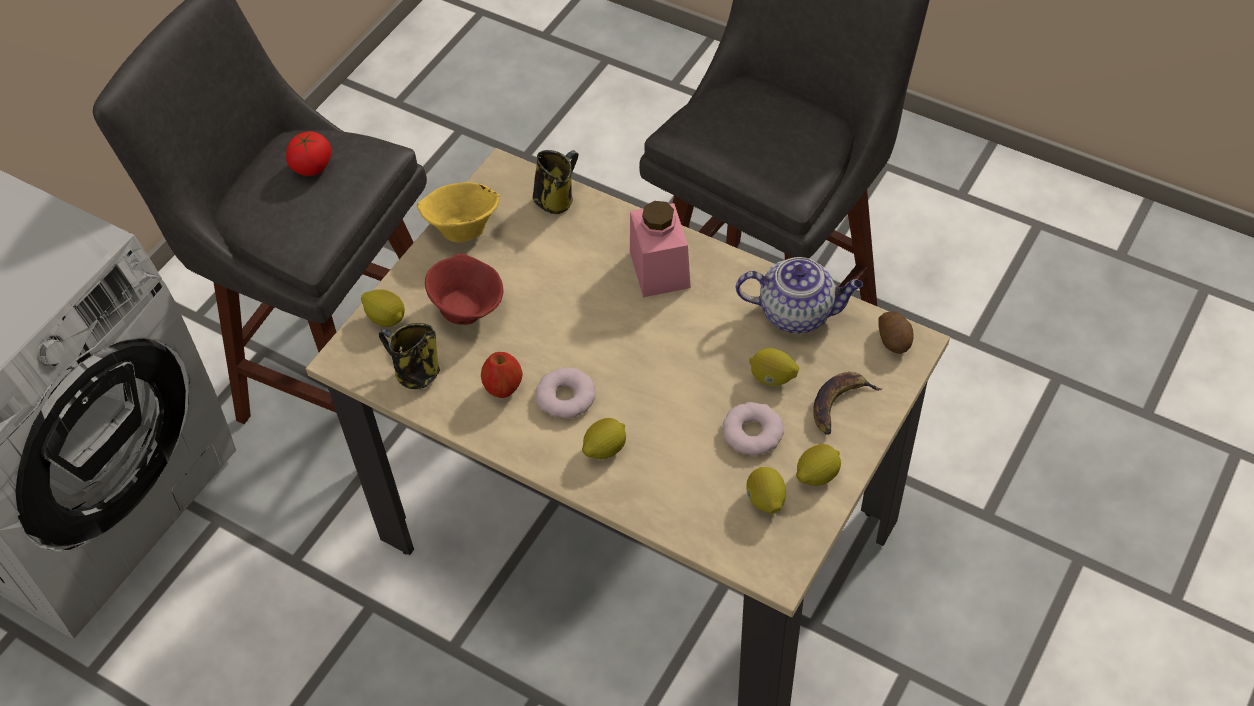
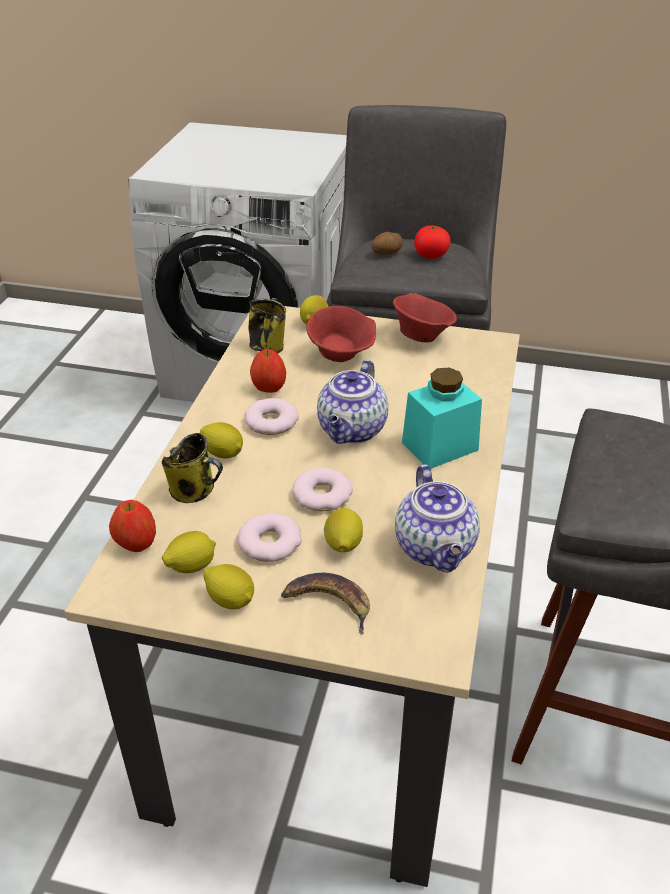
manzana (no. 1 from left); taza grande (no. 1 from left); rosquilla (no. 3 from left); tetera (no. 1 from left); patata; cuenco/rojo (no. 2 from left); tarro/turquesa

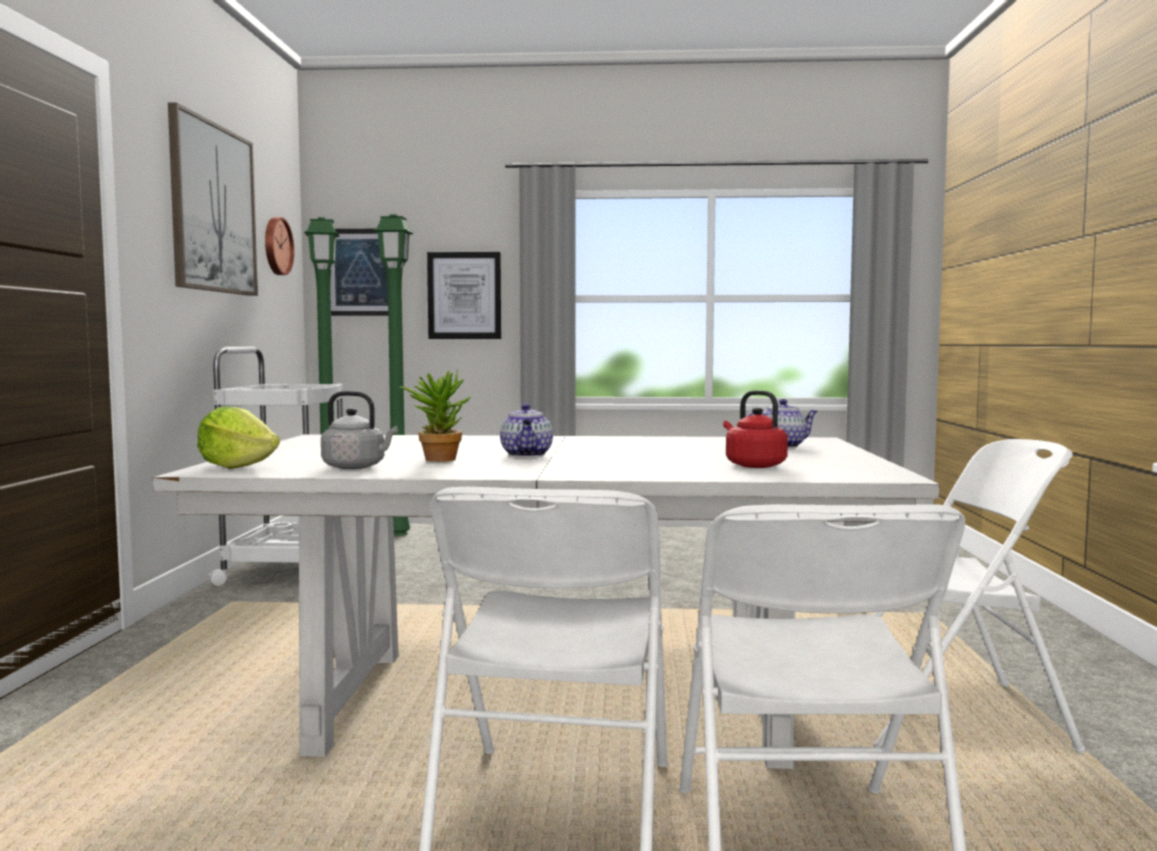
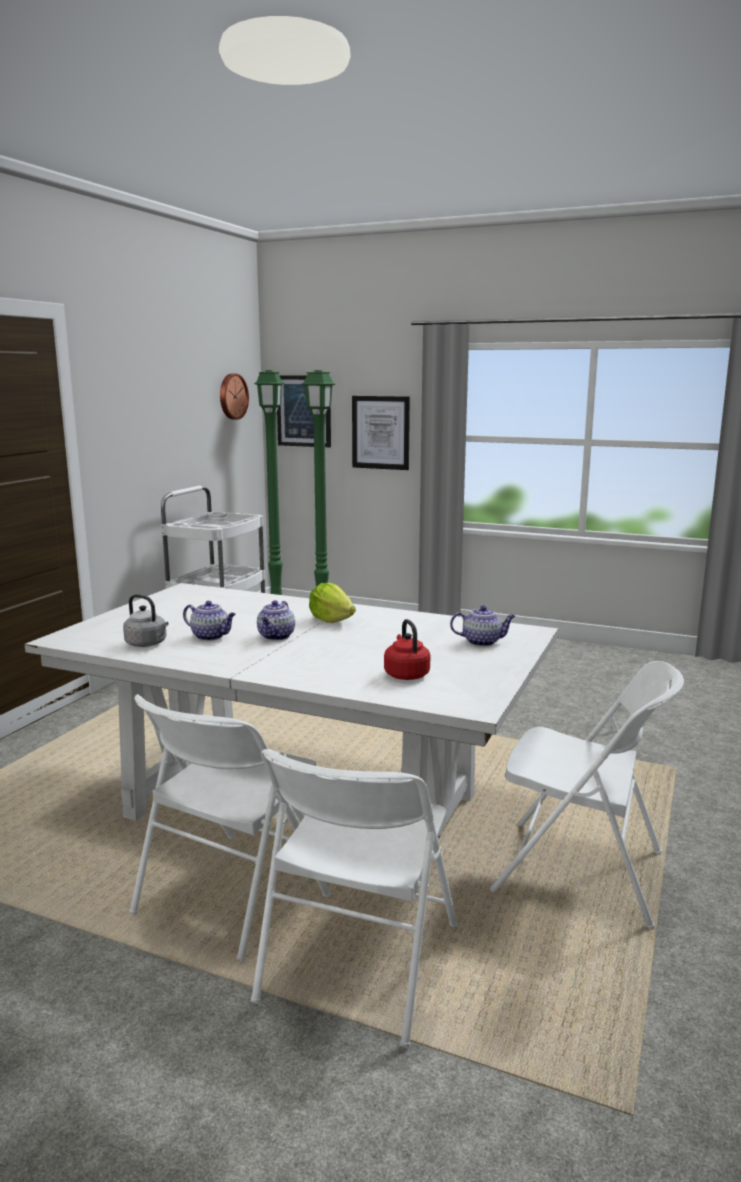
tetera (no. 1 from left); lechuga; cuadro (no. 1 from left in the first image)

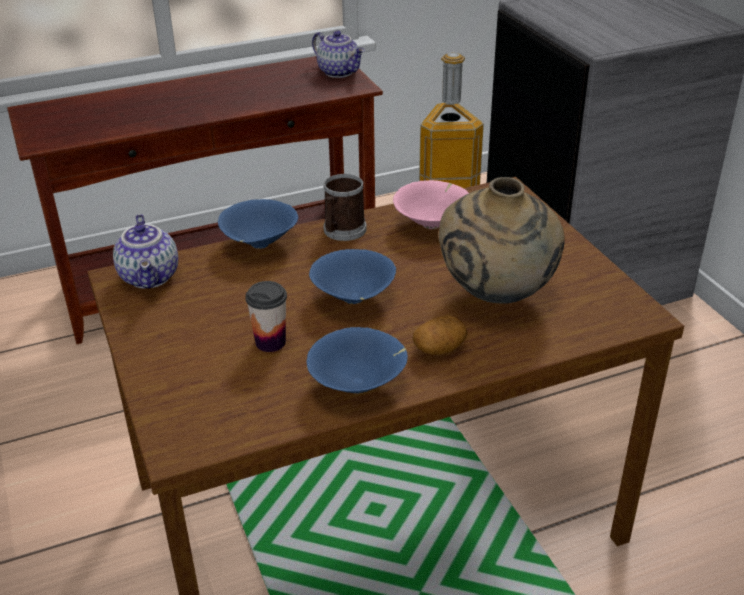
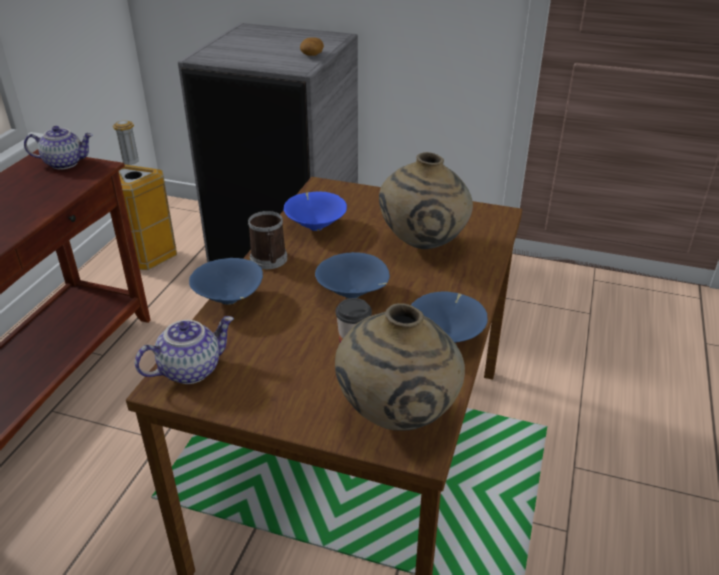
tetera (no. 2 from left); cuenco/azul (no. 2 from left); patata; florero/beis (no. 1 from left)

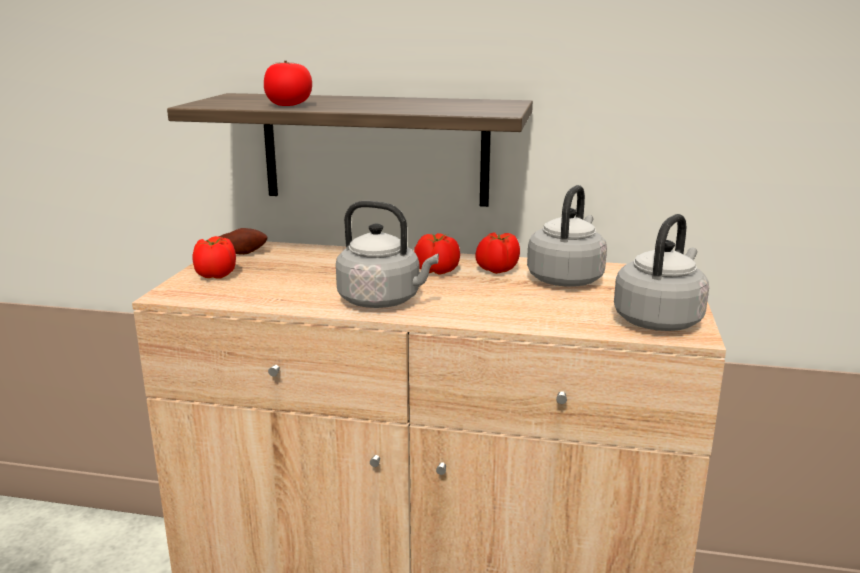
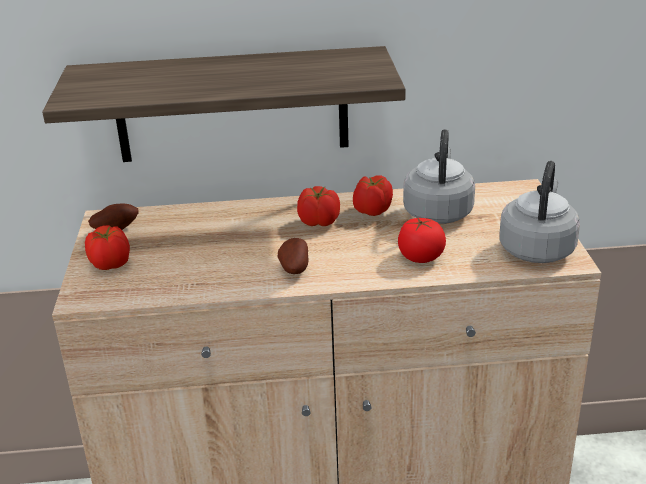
patata (no. 2 from left); tomate (no. 4 from left)

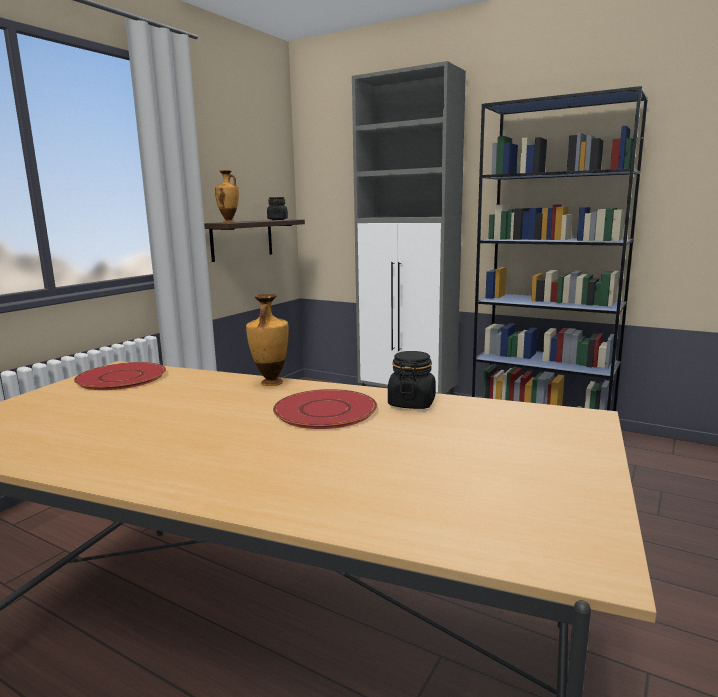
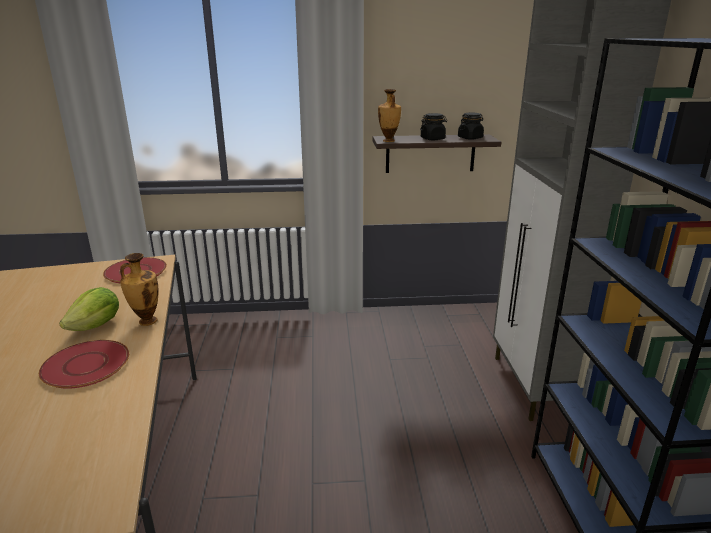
lechuga; tarro/negro (no. 1 from left)

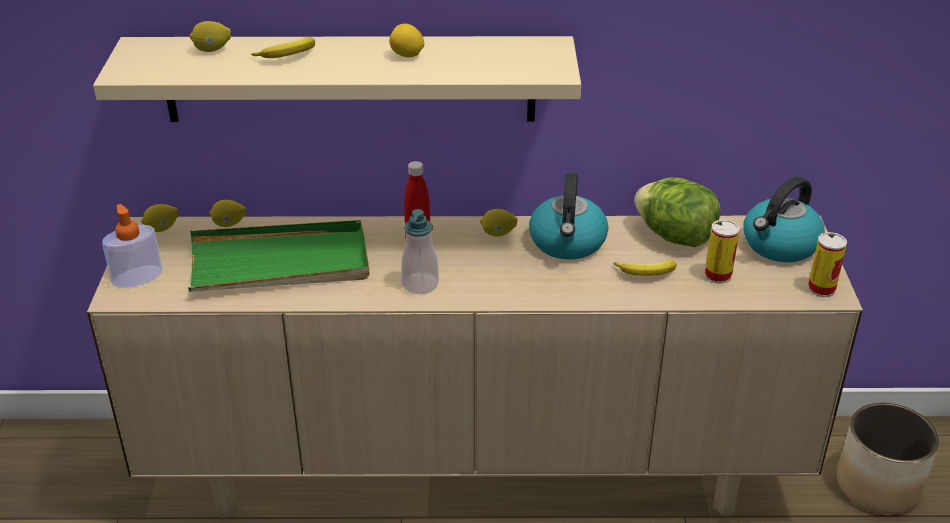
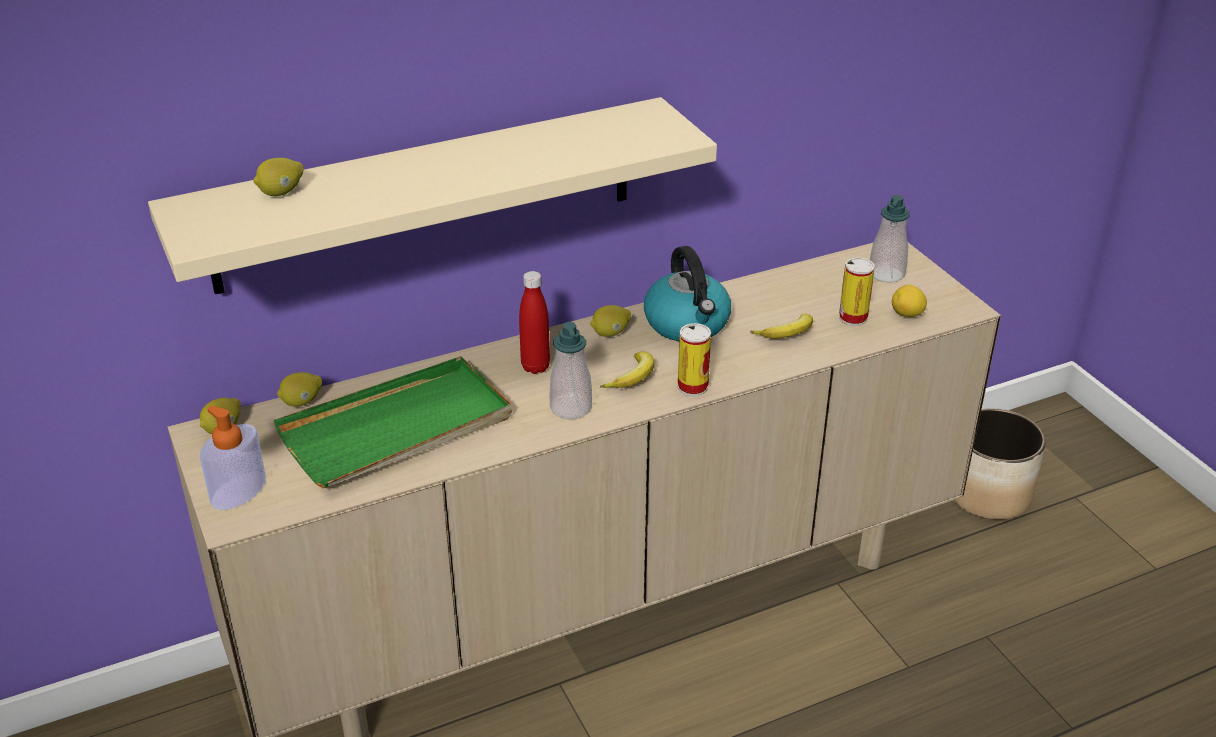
plátano (no. 1 from left); lata (no. 1 from left); dispensador de jabón (no. 3 from left); limón (no. 5 from left); lechuga

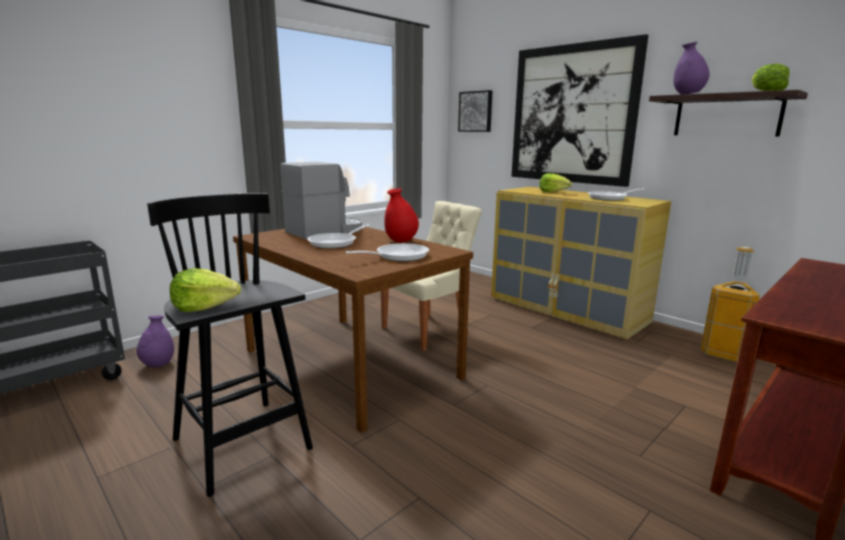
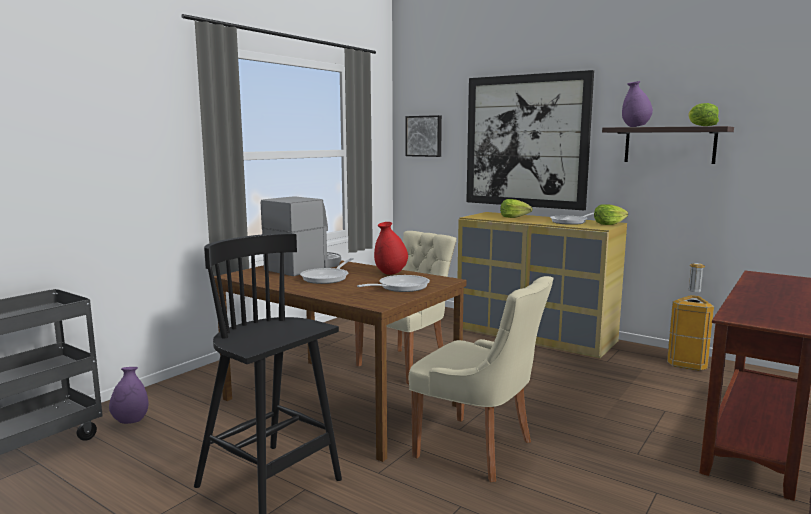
silla/beis (no. 2 from left); lechuga (no. 2 from left)

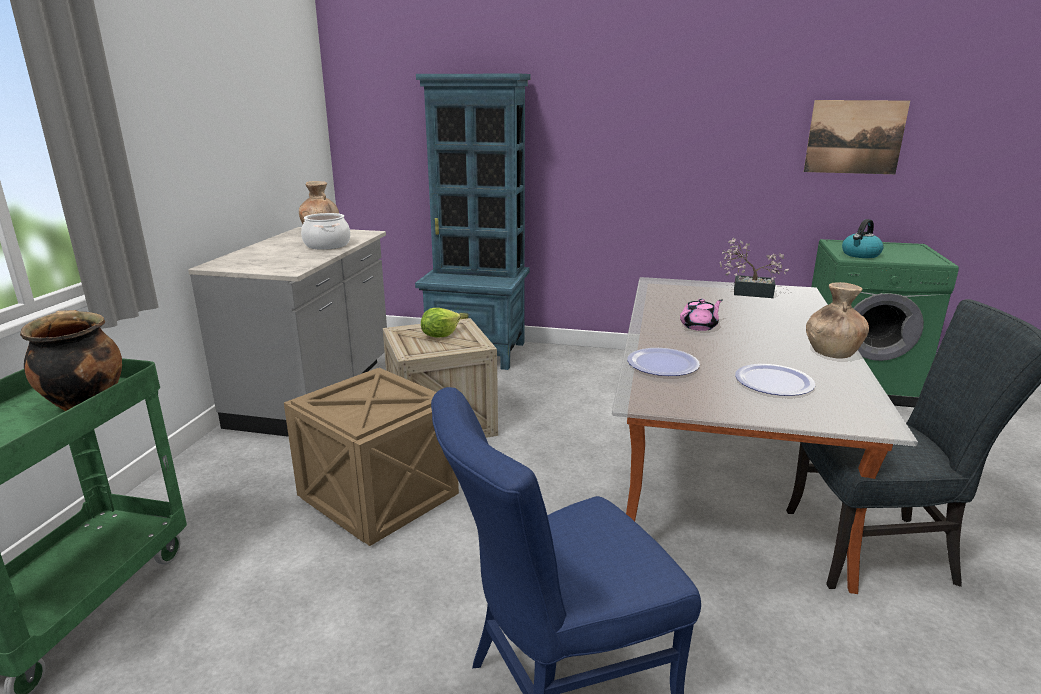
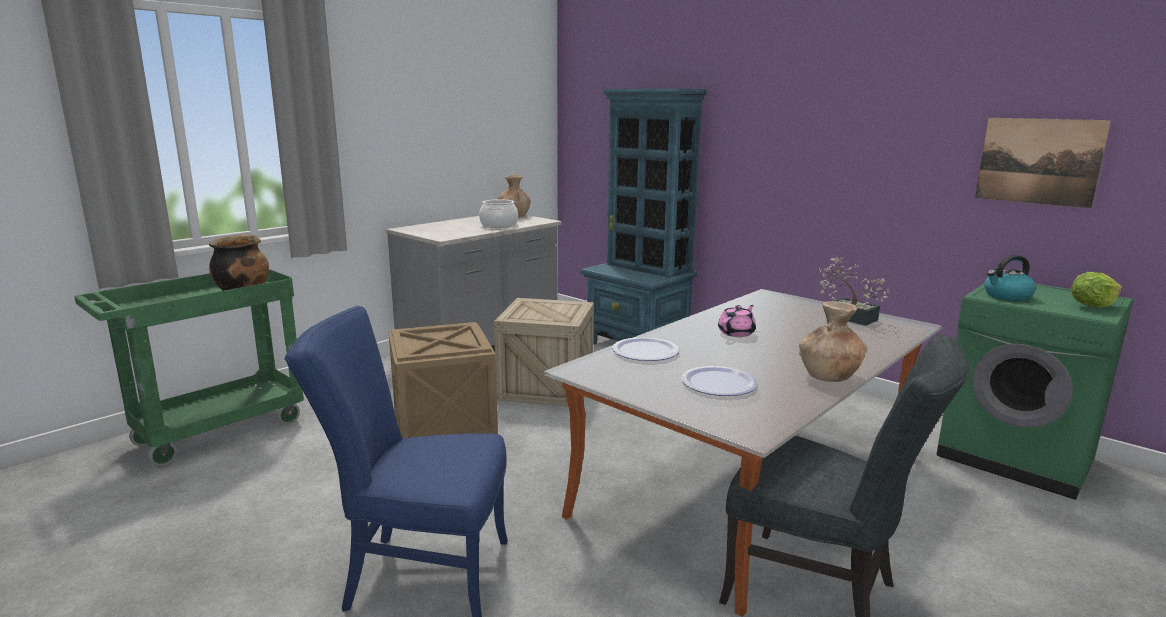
tetera/rosa; lechuga

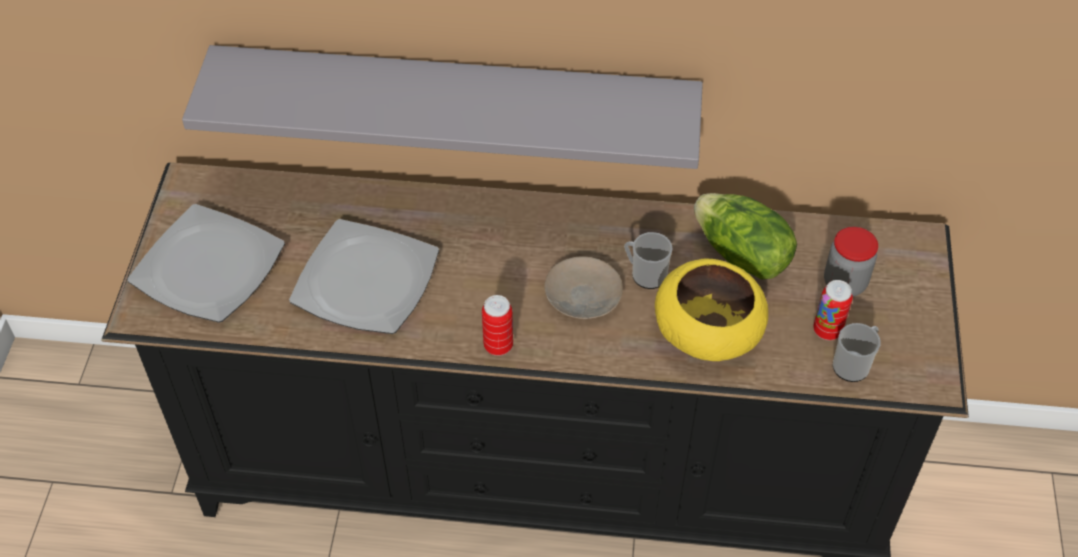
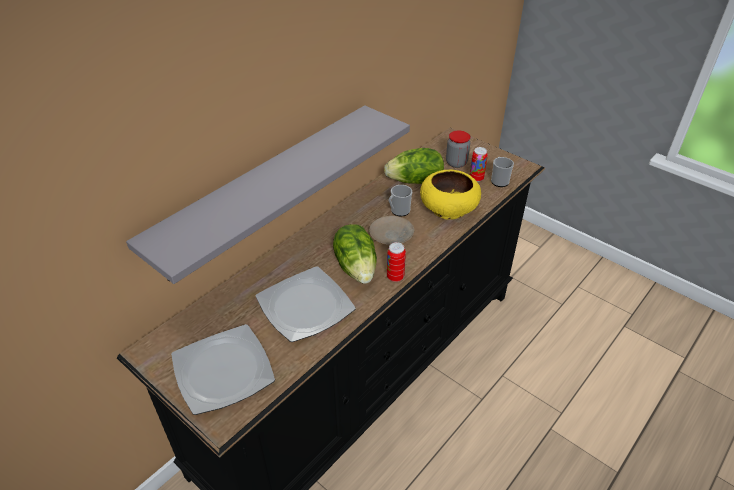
lechuga (no. 1 from left)

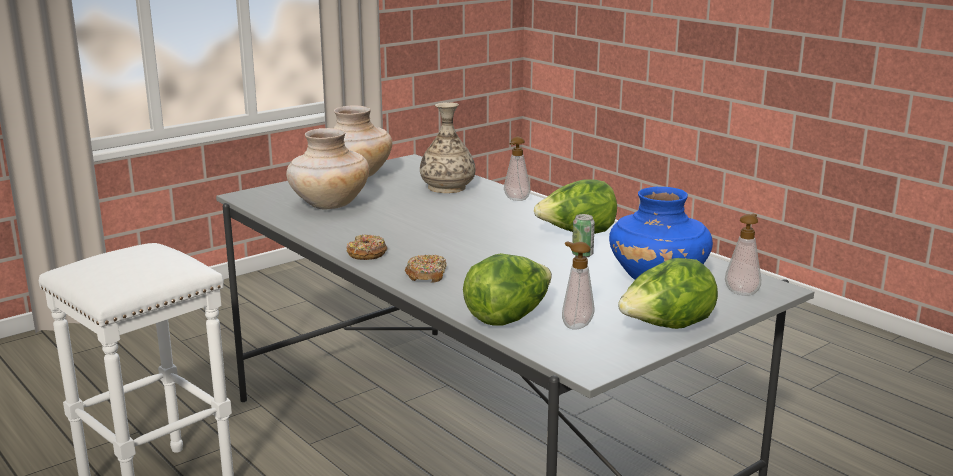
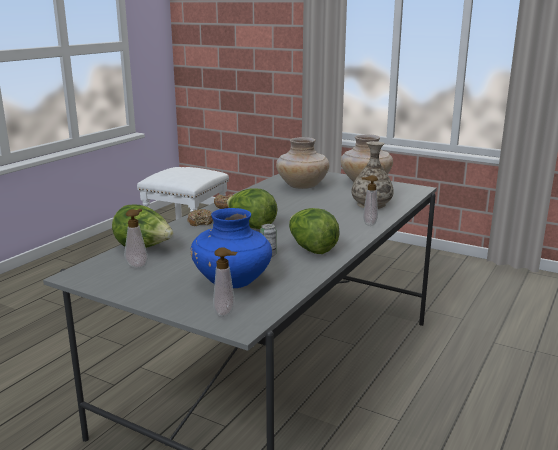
lechuga (no. 2 from left)

